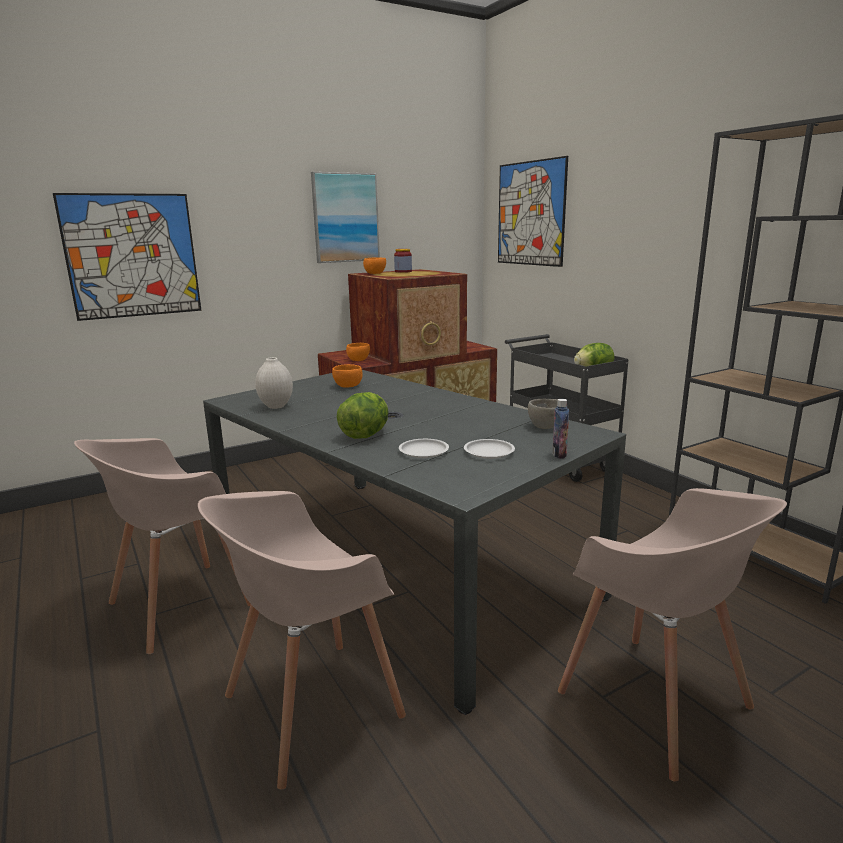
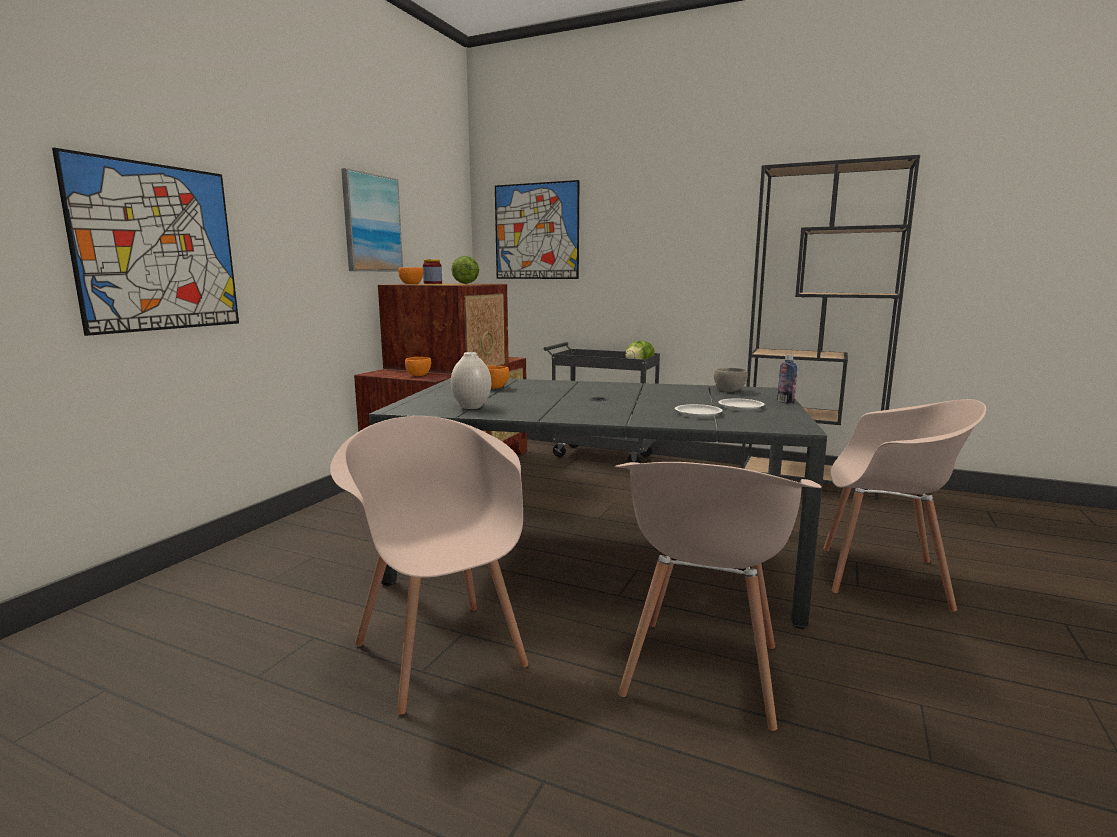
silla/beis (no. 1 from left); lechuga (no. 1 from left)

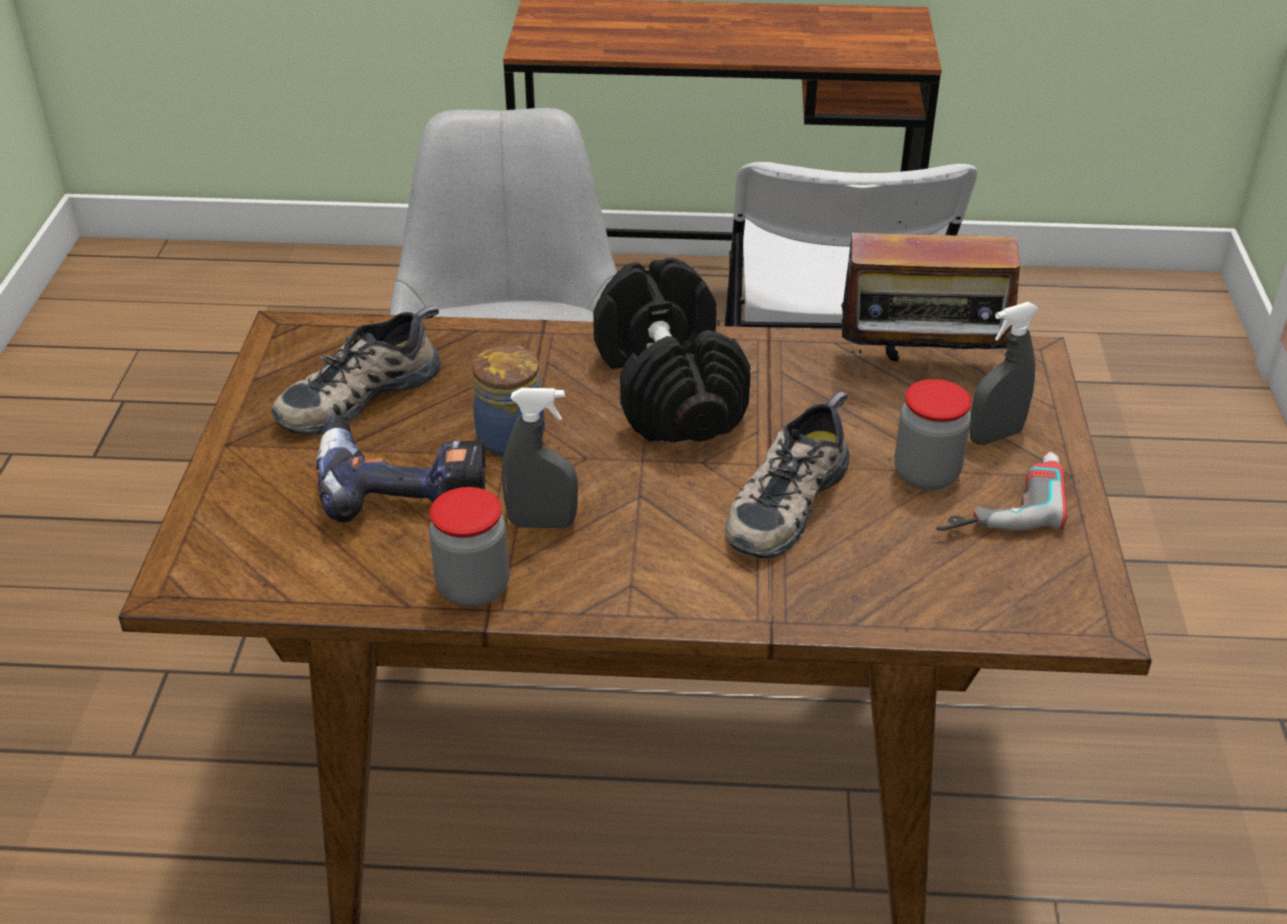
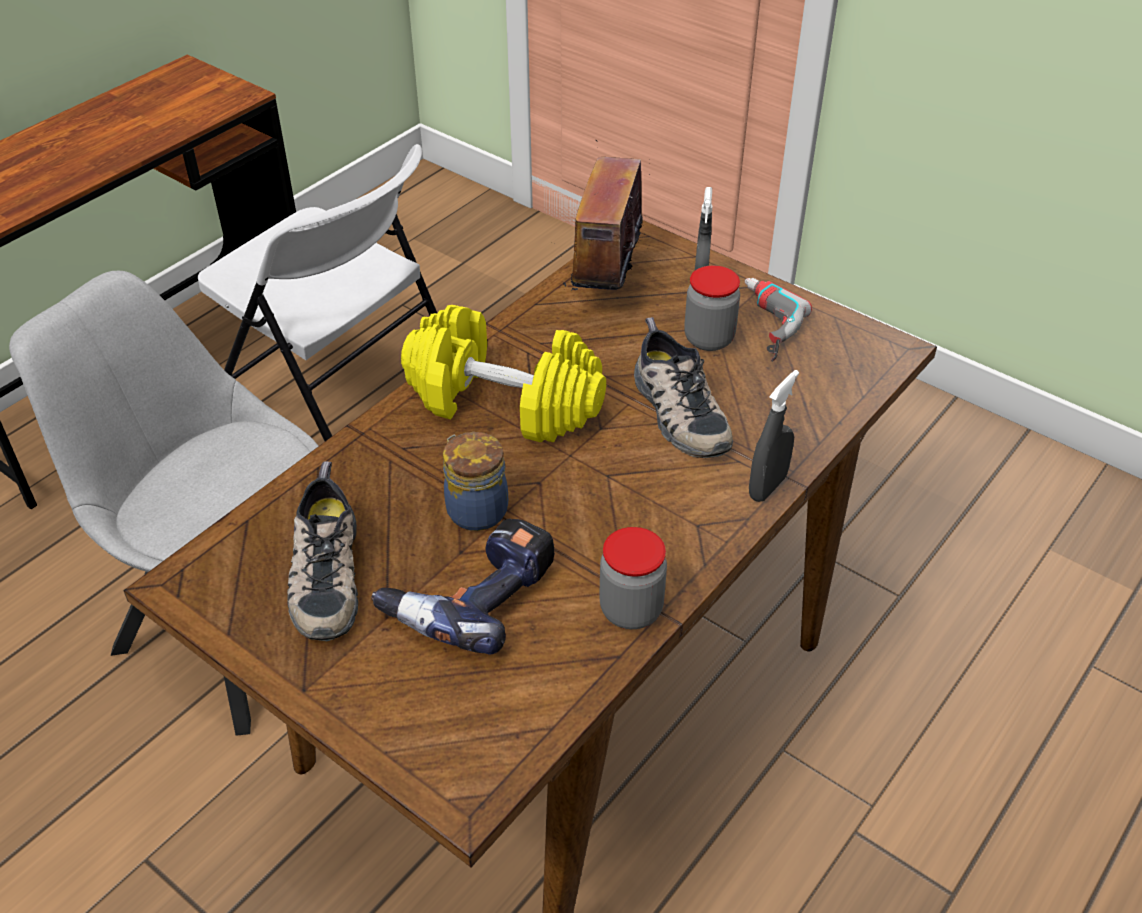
mancuerna/amarillo; radio; pulverizador/gris (no. 2 from left)

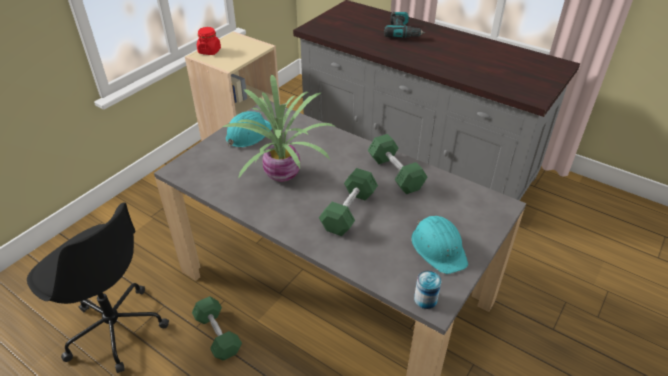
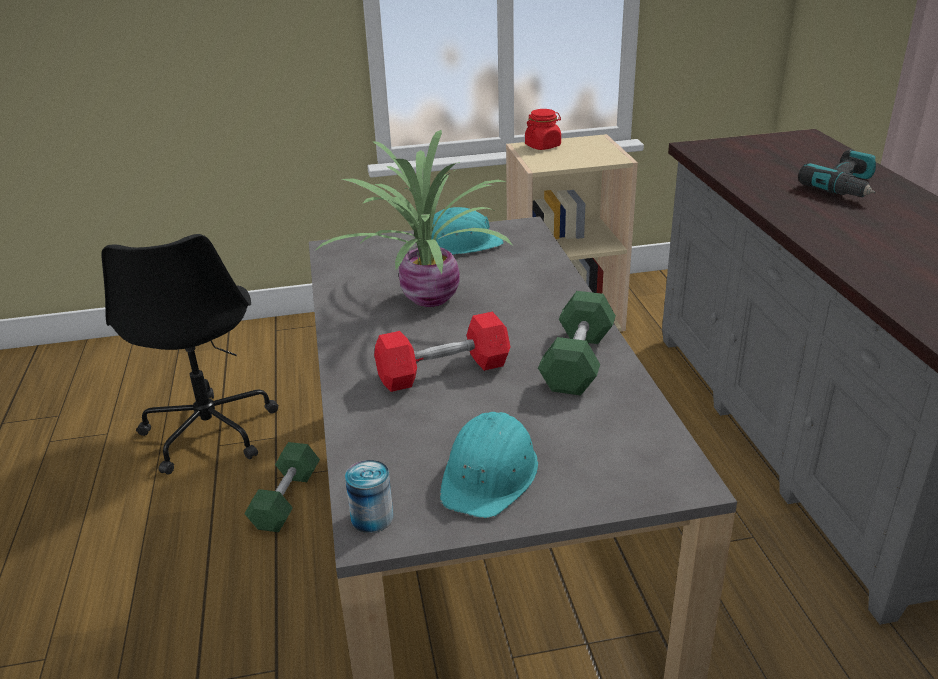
mancuerna/rojo

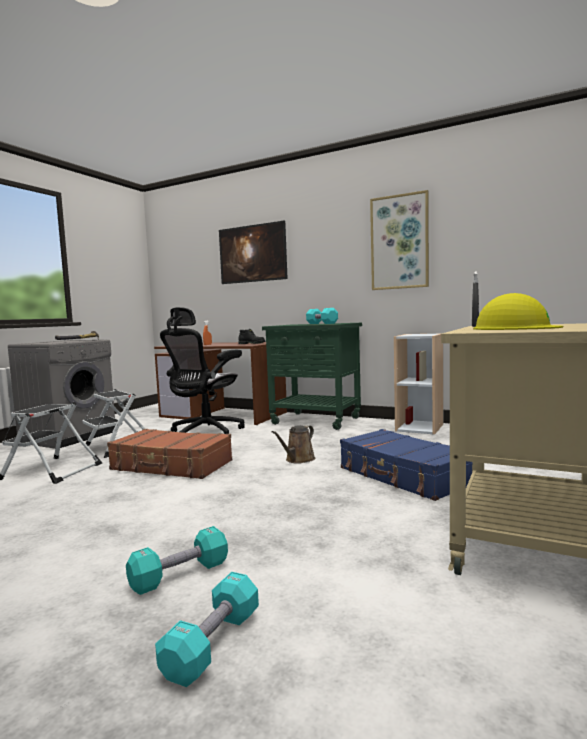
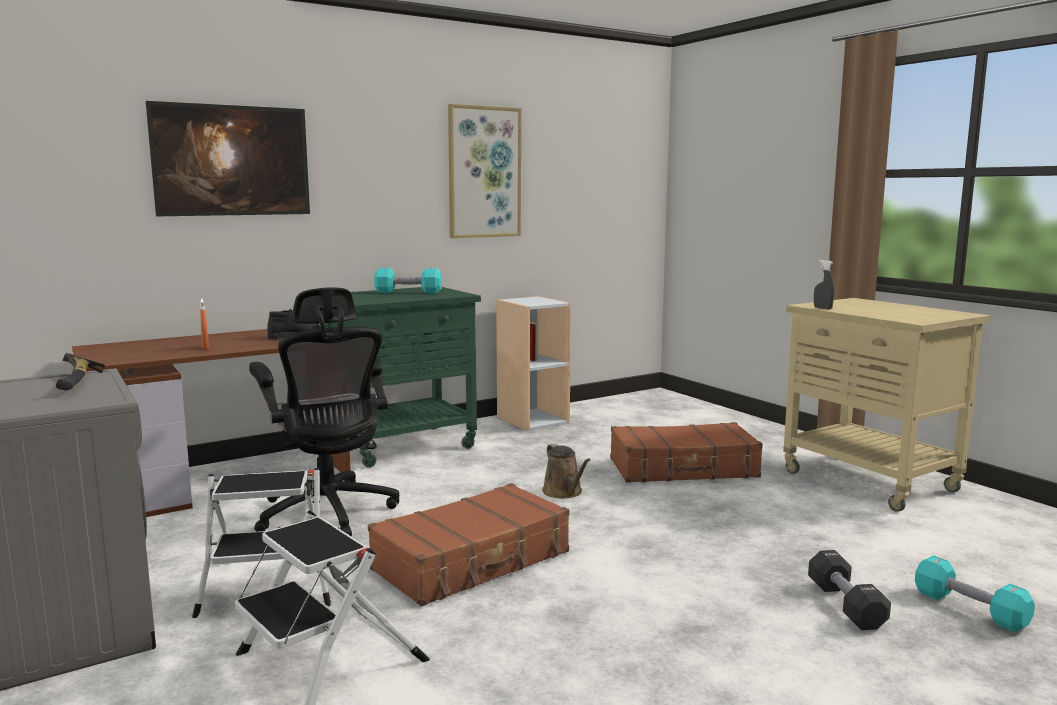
maleta/marrón (no. 2 from left); mancuerna/negro; casco/amarillo

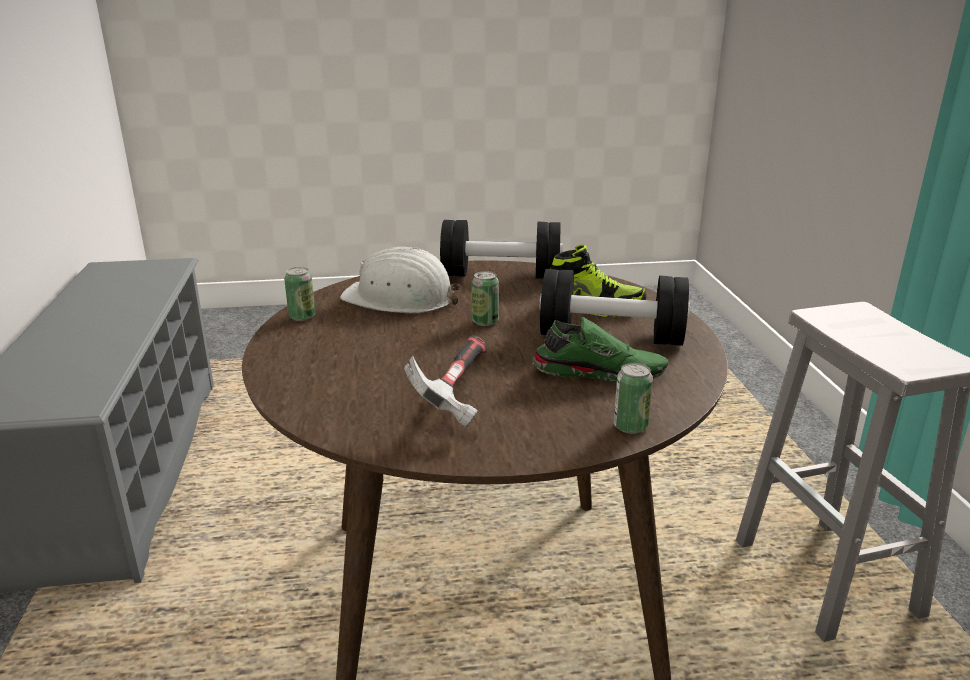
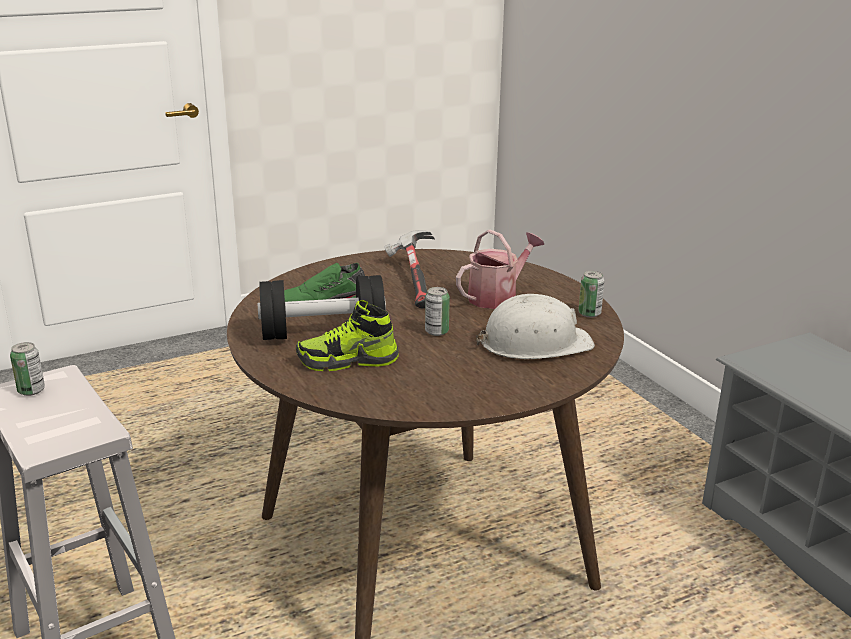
lata (no. 1 from left); regadera; mancuerna/negro (no. 1 from left in the first image)

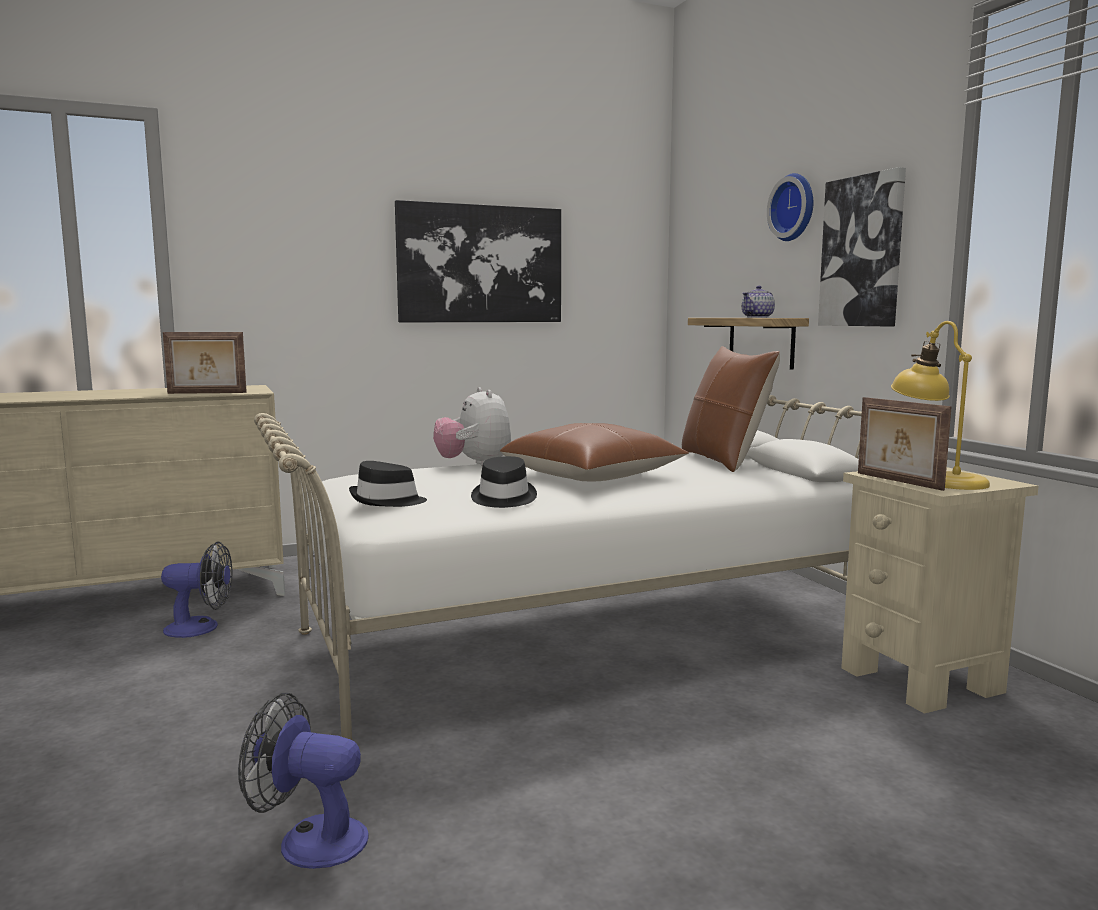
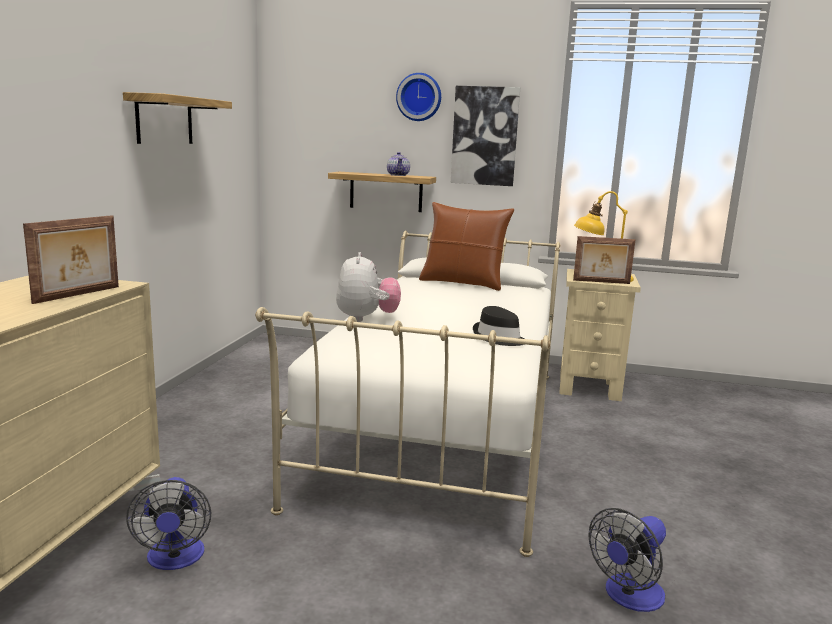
estante (no. 1 from left); ventilador (no. 1 from left); peluche; sombrero/negro (no. 1 from left in the first image); cojín/marrón (no. 1 from left in the first image)

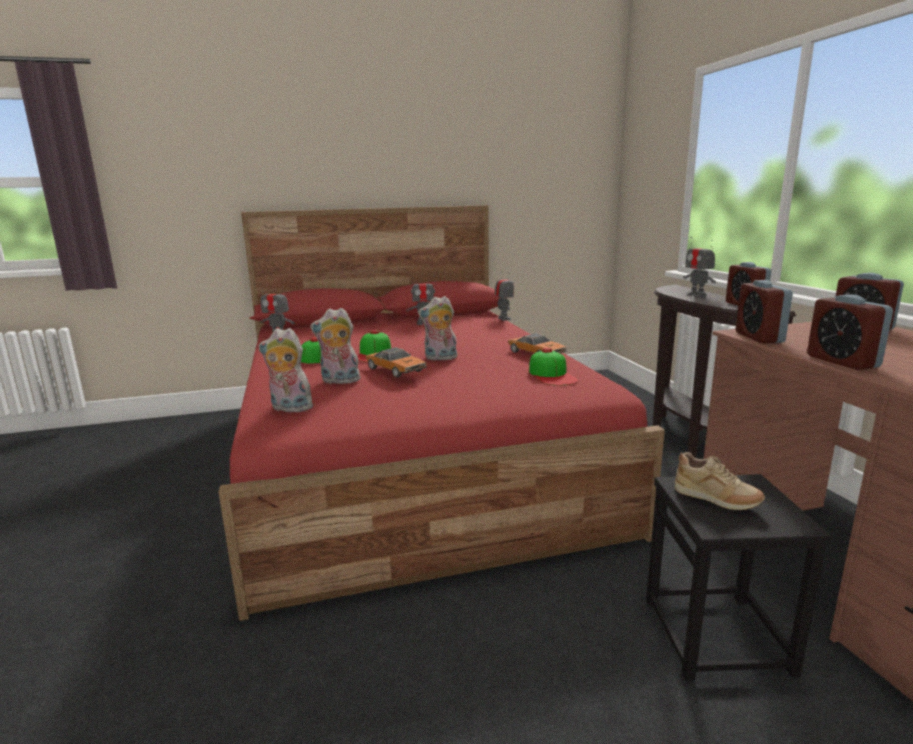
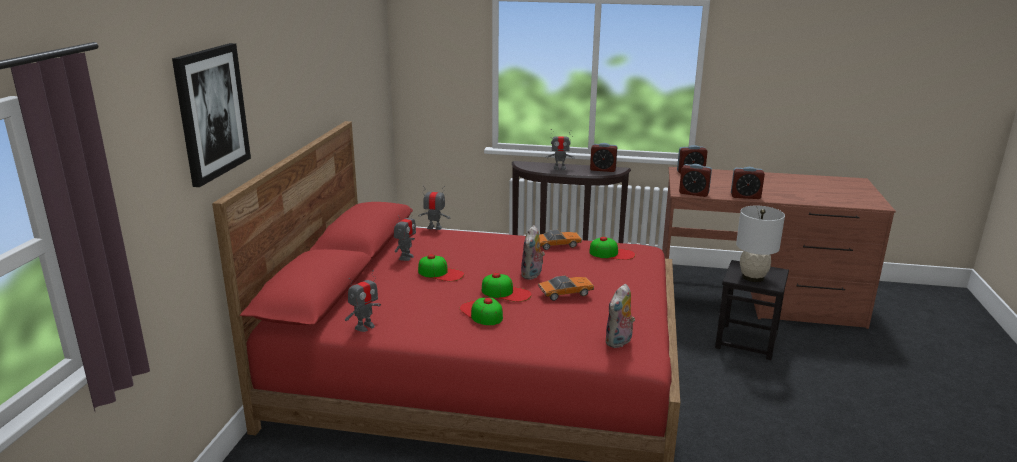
cuadro; gorra (no. 1 from left); lámpara de mesa/blanco; peluche (no. 2 from left in the first image)

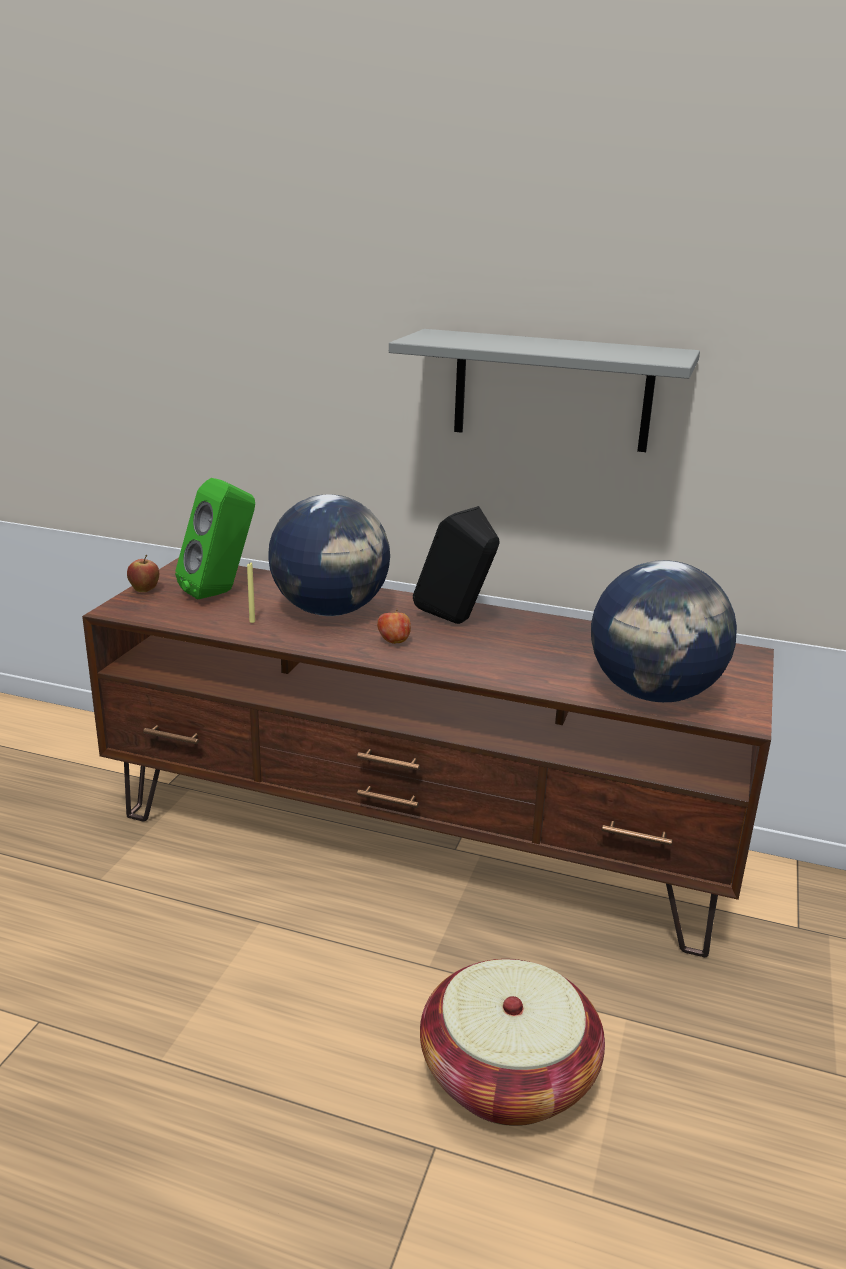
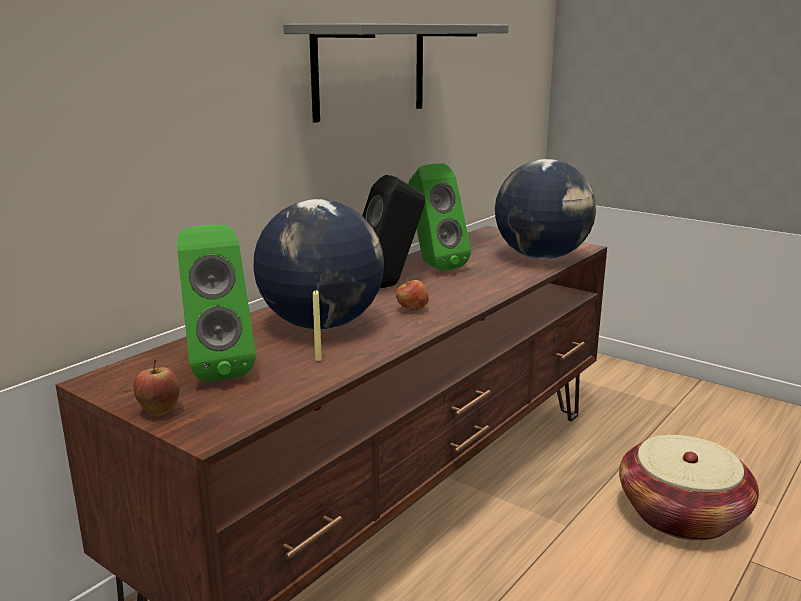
altavoz/verde (no. 2 from left)

